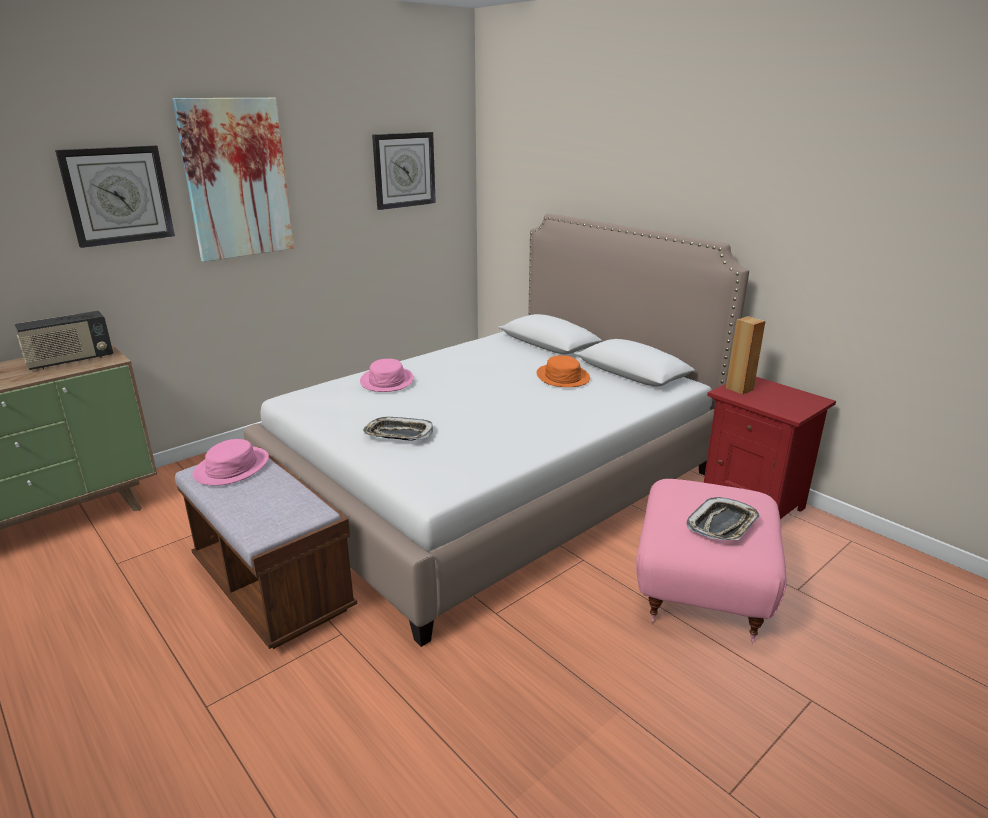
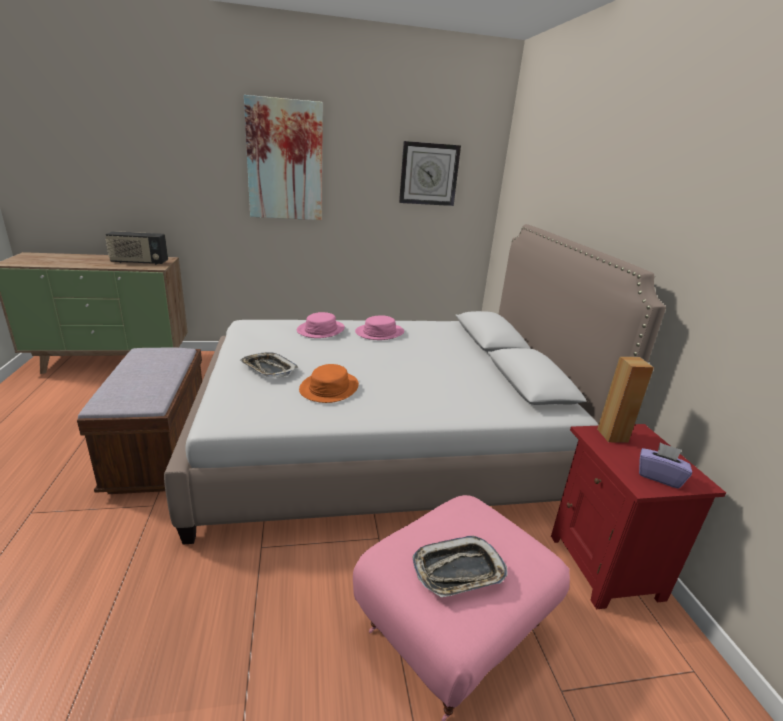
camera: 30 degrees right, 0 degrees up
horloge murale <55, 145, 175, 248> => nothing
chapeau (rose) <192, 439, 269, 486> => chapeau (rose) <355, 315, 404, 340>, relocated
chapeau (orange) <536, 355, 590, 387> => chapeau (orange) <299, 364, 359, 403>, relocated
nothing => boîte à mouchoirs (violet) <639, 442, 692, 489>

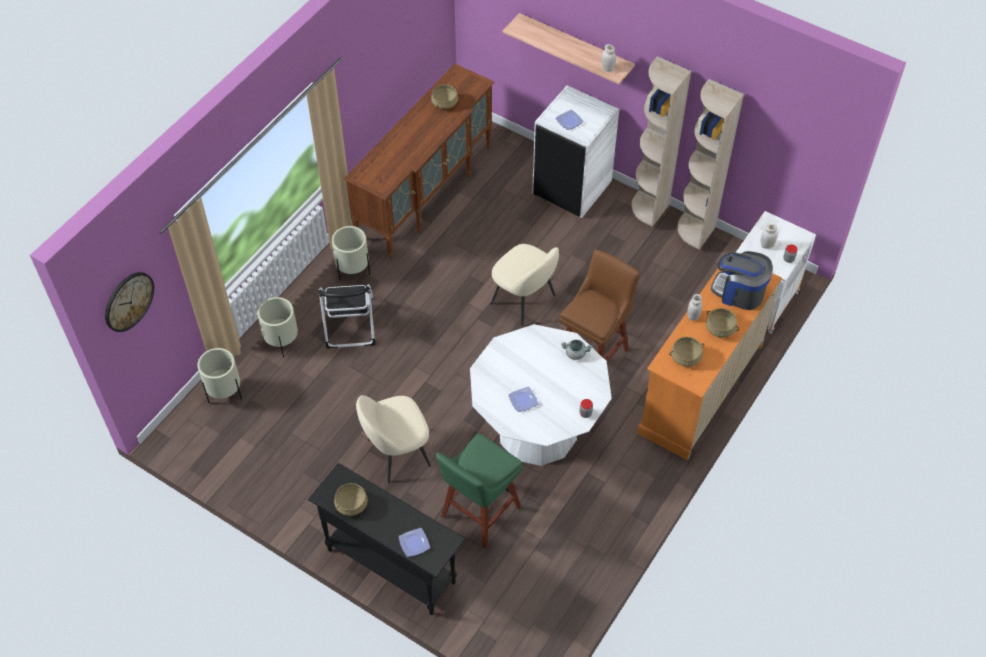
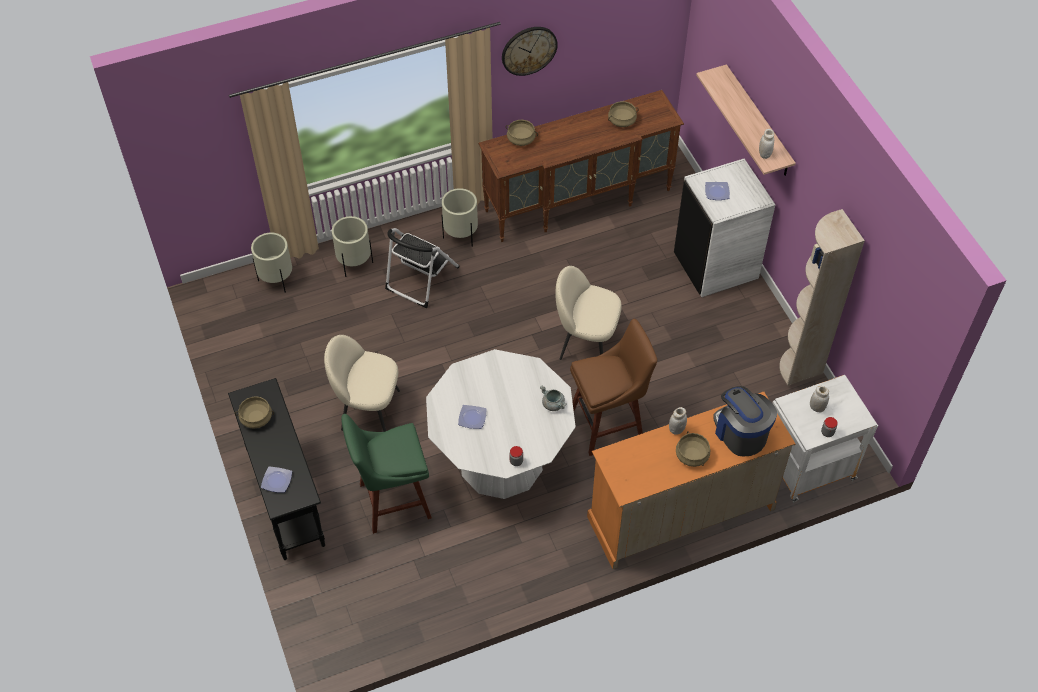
camera: 35 degrees right, 0 degrees up
horloge murale <105, 272, 154, 332> => horloge murale <502, 27, 558, 76>, relocated
chaise (beige) <490, 244, 559, 327> => chaise (beige) <556, 266, 622, 360>, 120 degrees clockwise
bibliothèque (beige) <631, 56, 691, 227> => nothing
marmite (beige) <669, 337, 704, 367> => marmite (beige) <506, 120, 538, 146>, relocated

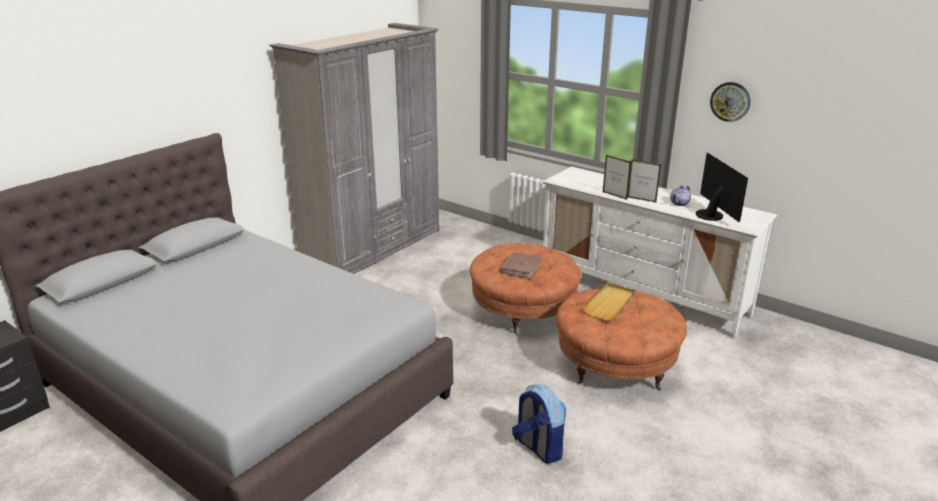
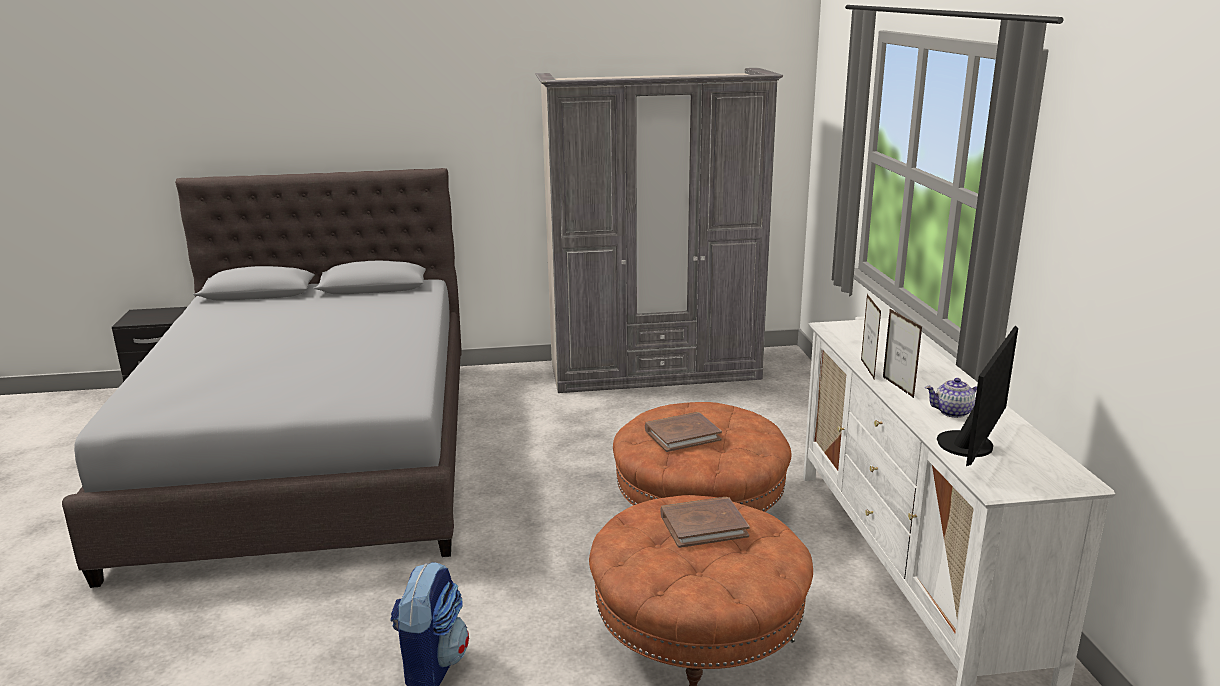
camera: 45 degrees right, 5 degrees down
plateau (beige) <581, 283, 636, 321> => livre (marron) <660, 497, 750, 548>
horloge murale <710, 82, 751, 122> => nothing

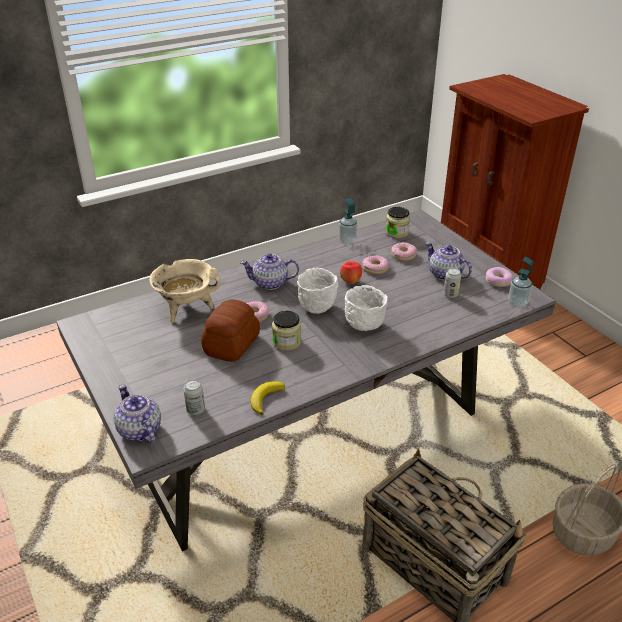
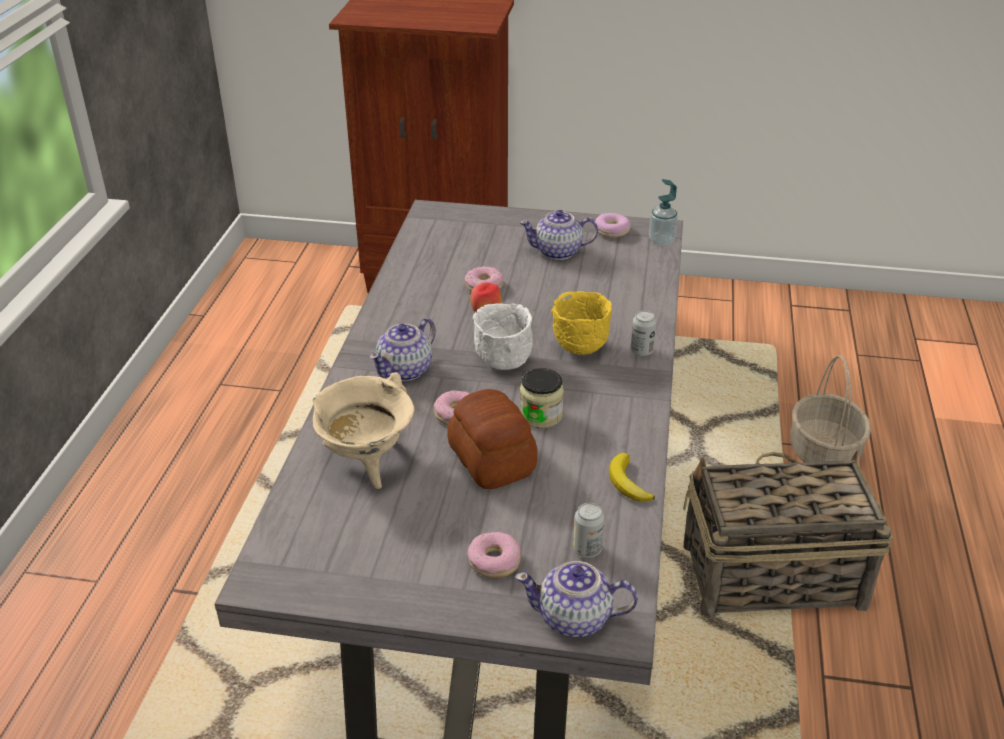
camera: 50 degrees left, 0 degrees up
distributeur de savon <339, 198, 357, 244> => nothing
bol (blanc) <344, 285, 388, 331> => bol (jaune) <551, 291, 612, 355>
bocal <385, 207, 410, 238> => nothing
beignet <391, 242, 417, 261> => beignet <467, 532, 521, 578>, relocated
boîte métallique <443, 268, 461, 298> => boîte métallique <631, 311, 656, 356>, relocated

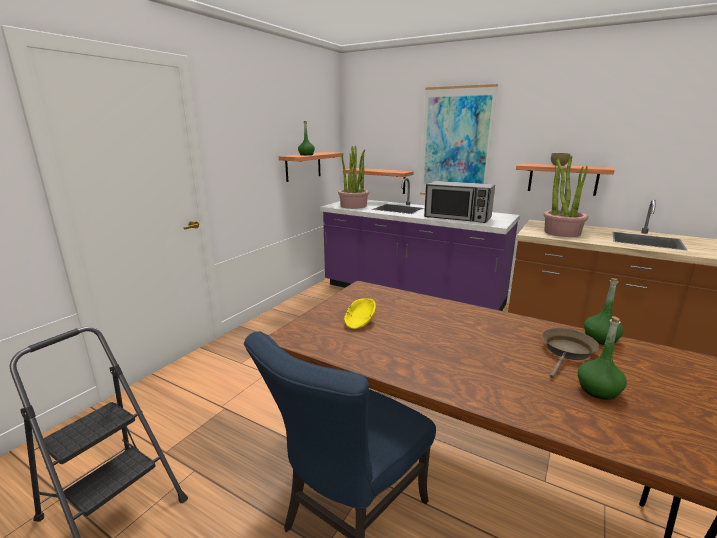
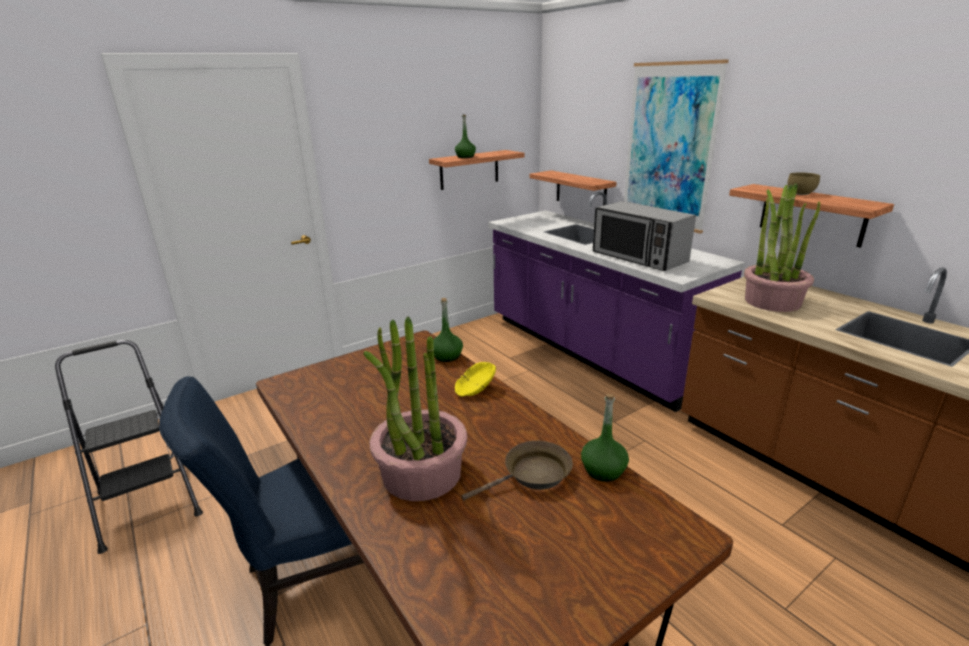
camera: 25 degrees right, 5 degrees up
plante en pot <338, 146, 369, 209> => plante en pot <363, 317, 467, 501>, relocated
bol (jaune) <344, 298, 376, 329> => bol (jaune) <455, 362, 496, 397>, relocated
bouteille (vert) <578, 316, 627, 400> => bouteille (vert) <433, 298, 463, 362>, relocated

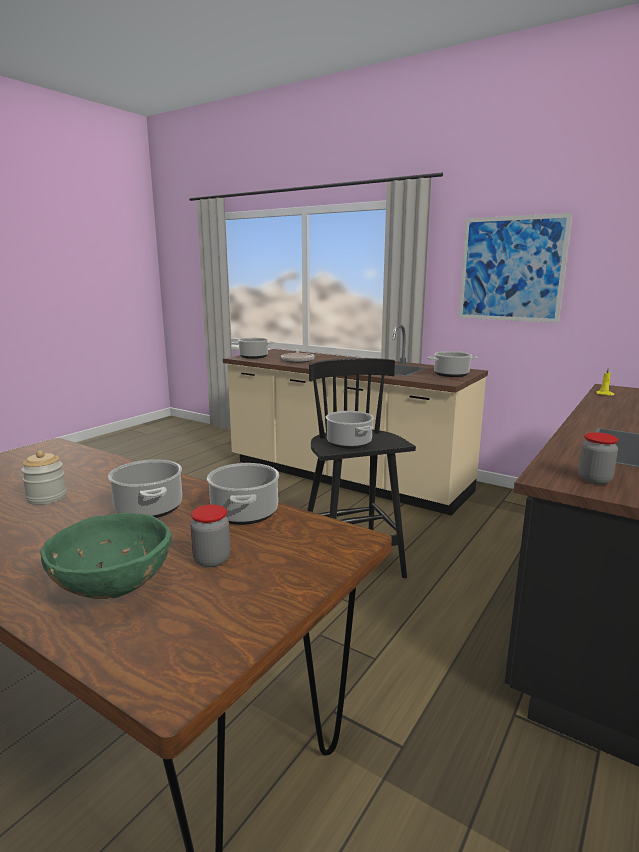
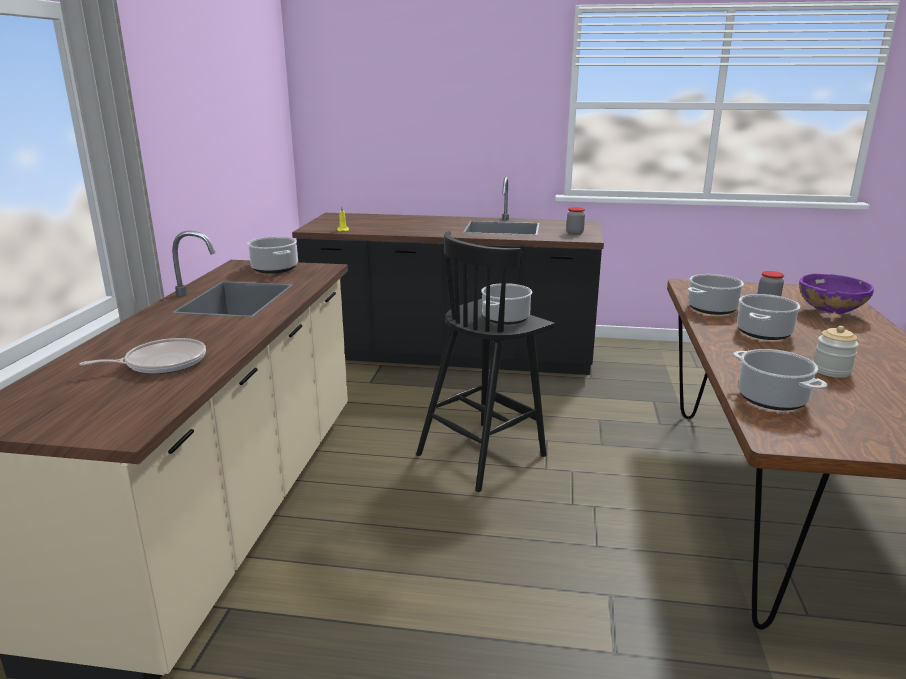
camera: 115 degrees left, 5 degrees up
bol (vert) <40, 513, 172, 599> => bol (violet) <799, 273, 874, 314>
marmite <232, 338, 275, 359> => marmite <733, 349, 827, 410>, relocated
tableau <459, 213, 572, 323> => nothing

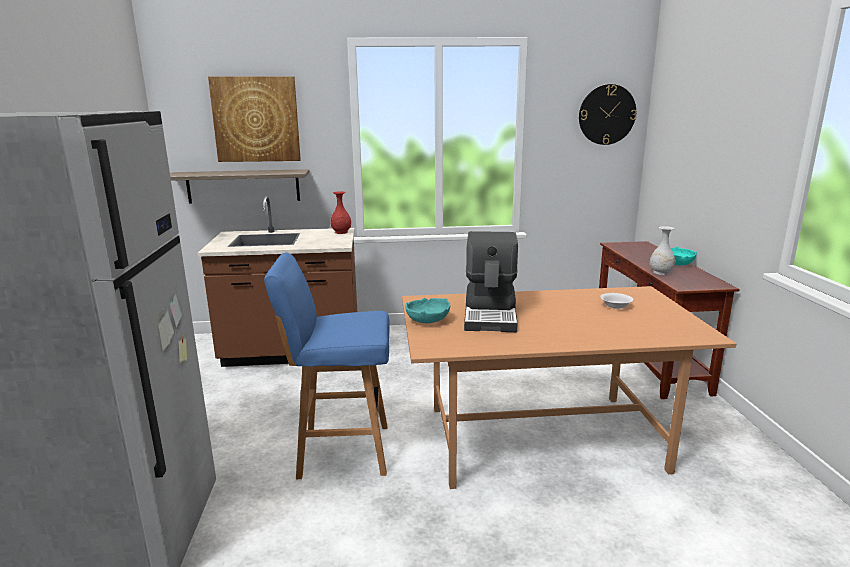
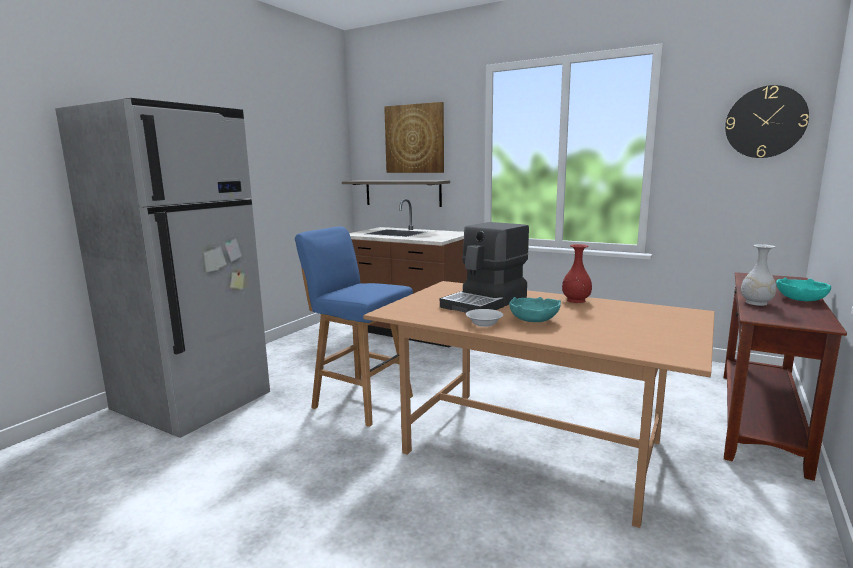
camera: 35 degrees right, 5 degrees down
vase (rouge) <330, 191, 351, 234> => vase (rouge) <562, 244, 592, 303>, relocated
bol (turquoise) <406, 298, 451, 323> => bol (turquoise) <509, 297, 561, 322>, relocated
bol (blanc) <600, 293, 633, 309> => bol (blanc) <466, 309, 503, 327>, relocated

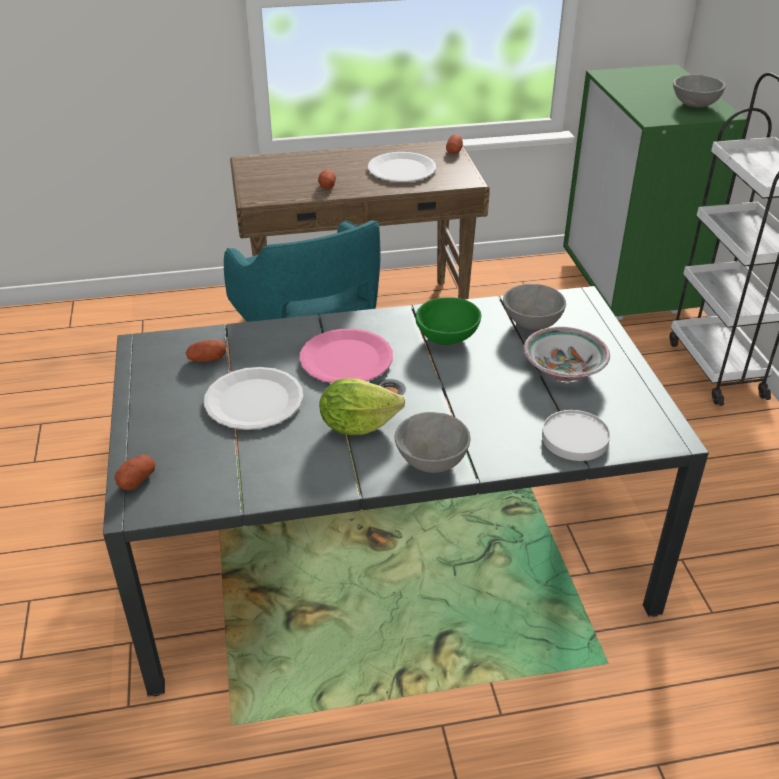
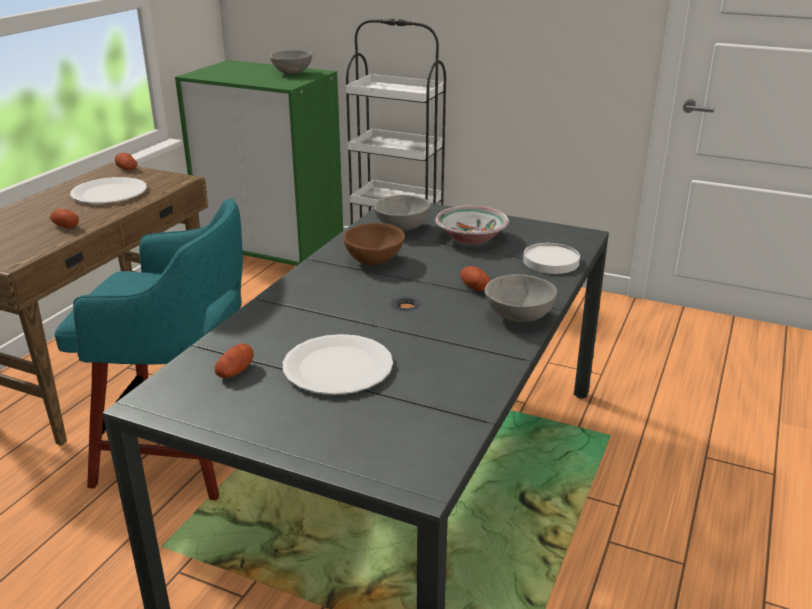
camera: 55 degrees left, 10 degrees down
pomme de terre <114, 455, 155, 490> => pomme de terre <460, 266, 490, 291>, relocated
assiette (rose) <300, 329, 393, 383> => nothing
laitue <319, 378, 405, 435> => nothing
bol (vert) <415, 297, 481, 345> => bol (marron) <344, 223, 405, 265>

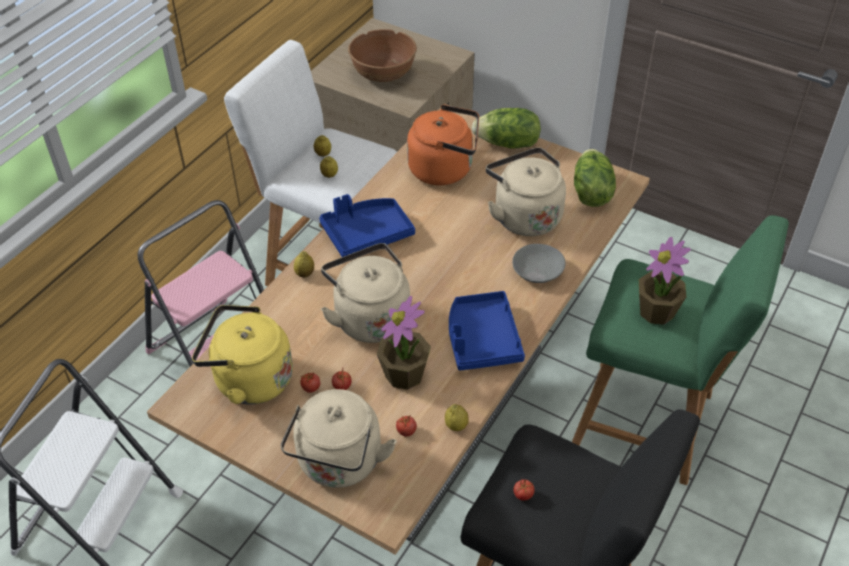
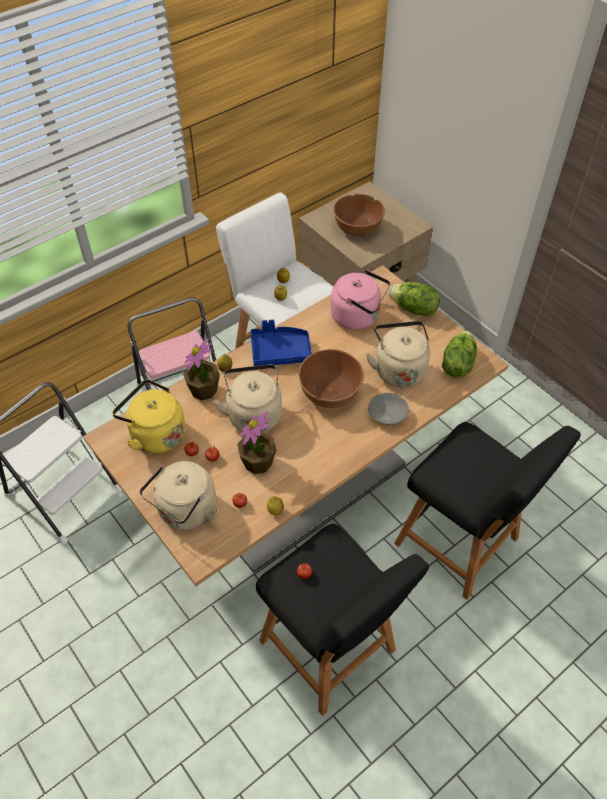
camera: 20 degrees right, 5 degrees up
bouilloire (orange) <407, 105, 479, 186> => bouilloire (rose) <331, 270, 390, 330>
plateau (bleu) <449, 291, 525, 370> => nothing
tabouret (vert) <572, 215, 789, 485> => tabouret (noir) <394, 422, 581, 600>
plante en pot <639, 237, 691, 325> => plante en pot <183, 338, 220, 400>, relocated
nothing => bol (marron) <298, 349, 364, 408>

